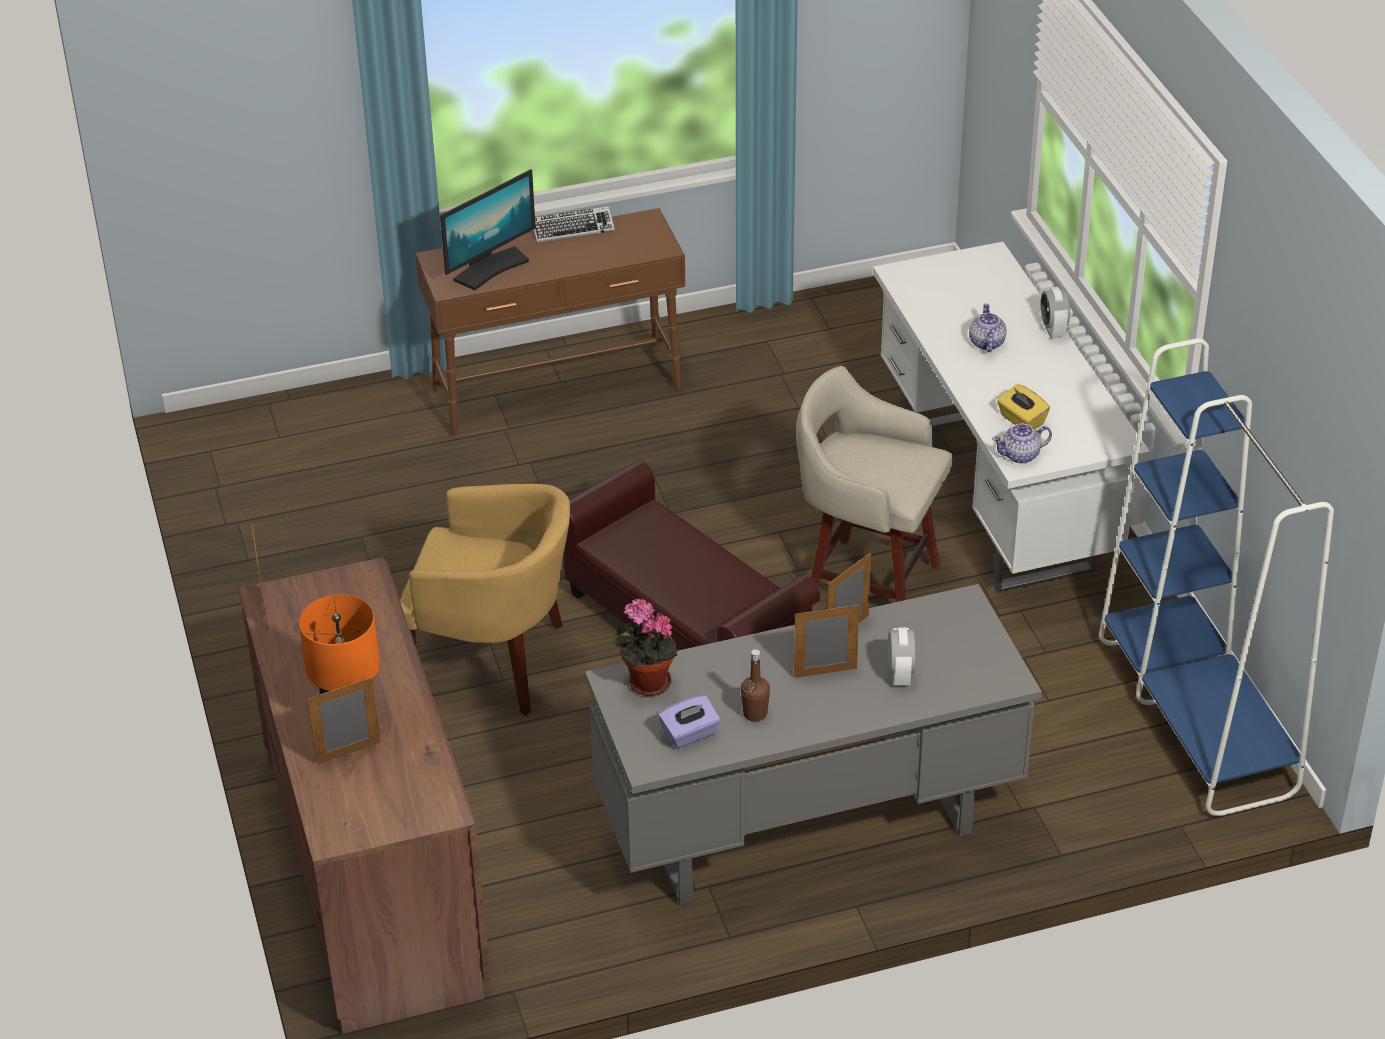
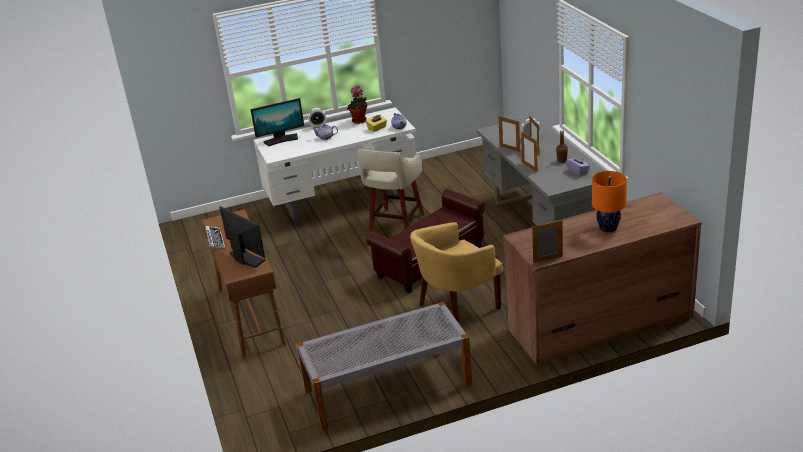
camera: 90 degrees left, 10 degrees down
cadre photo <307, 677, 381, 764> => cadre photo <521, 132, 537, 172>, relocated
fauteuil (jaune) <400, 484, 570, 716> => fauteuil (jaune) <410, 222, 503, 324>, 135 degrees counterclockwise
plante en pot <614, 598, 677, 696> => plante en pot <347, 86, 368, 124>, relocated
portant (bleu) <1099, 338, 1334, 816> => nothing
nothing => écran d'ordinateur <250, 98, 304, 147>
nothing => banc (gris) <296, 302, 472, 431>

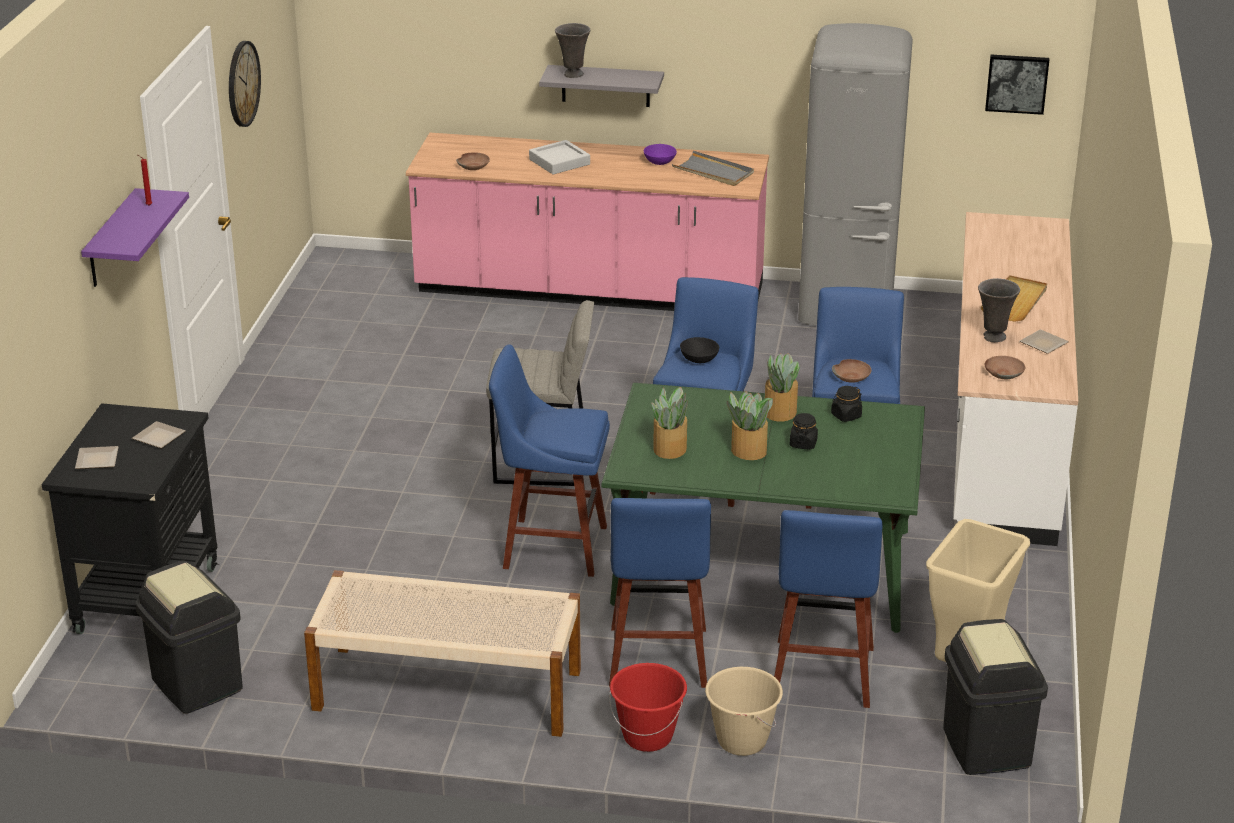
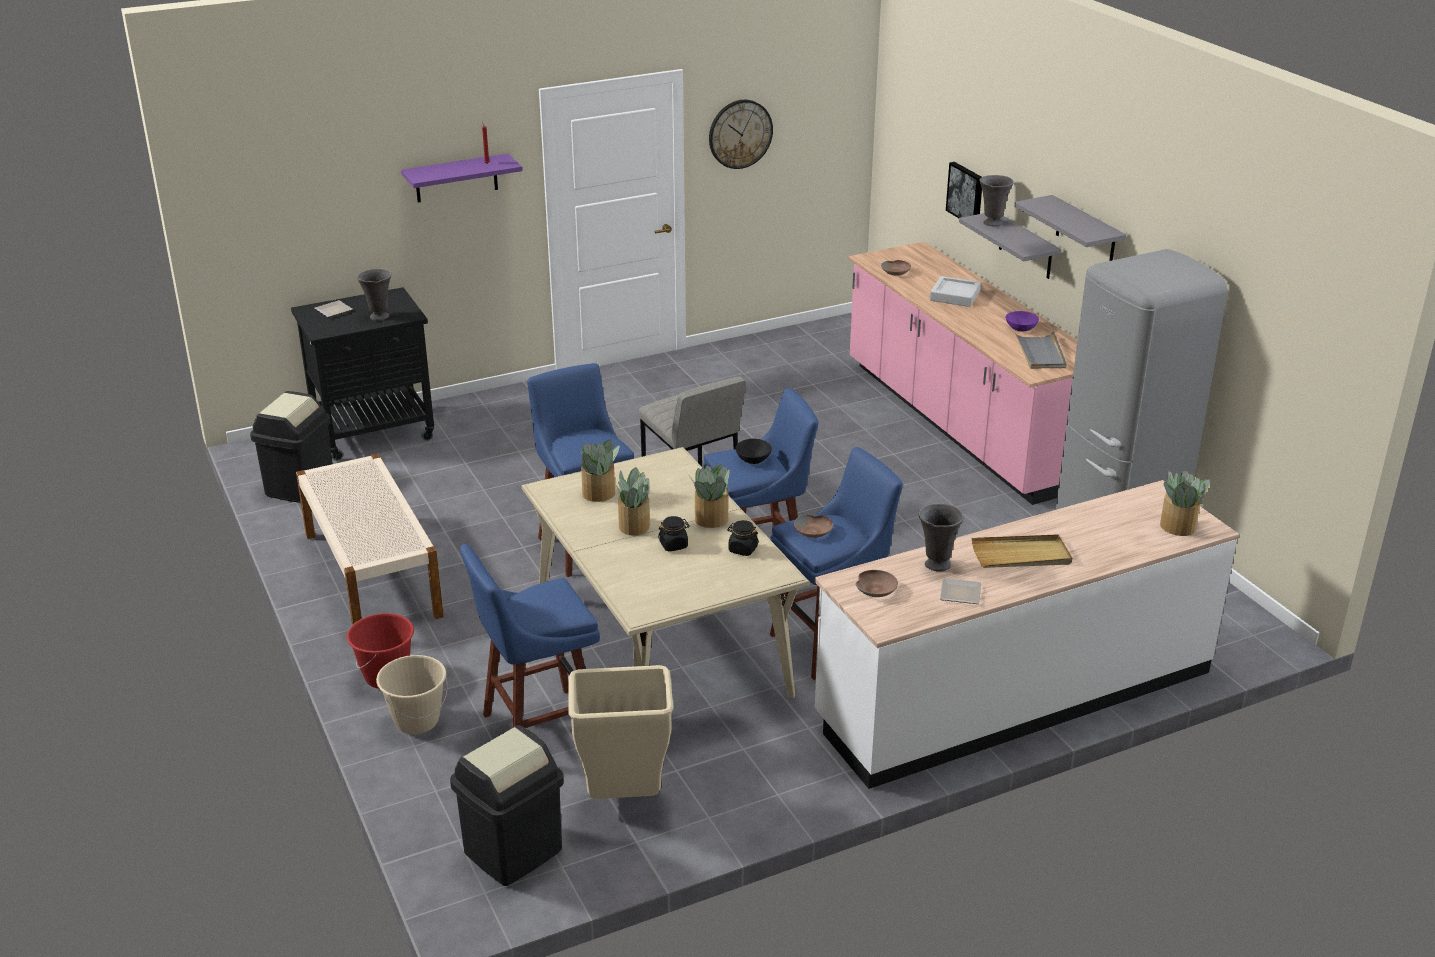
camera: 55 degrees right, 0 degrees up
assiette <132, 421, 186, 448> => vase (gris) <357, 268, 391, 321>
table à manger (vert) <602, 383, 925, 633> => table à manger (beige) <522, 447, 809, 698>
tabouret (bleu) <609, 498, 711, 688> => nothing
tableau <985, 55, 1049, 115> => tableau <946, 162, 982, 218>, relocated
nothing => étagère (gris) <1014, 195, 1126, 261>
nothing => plante en pot <1160, 471, 1210, 536>

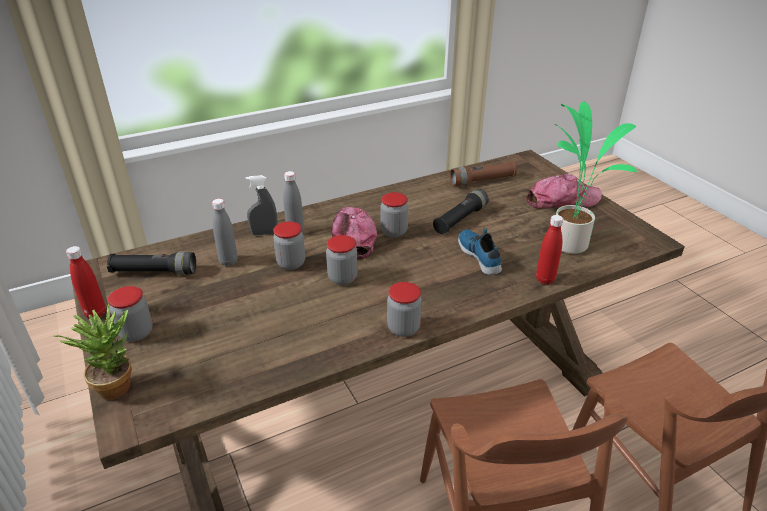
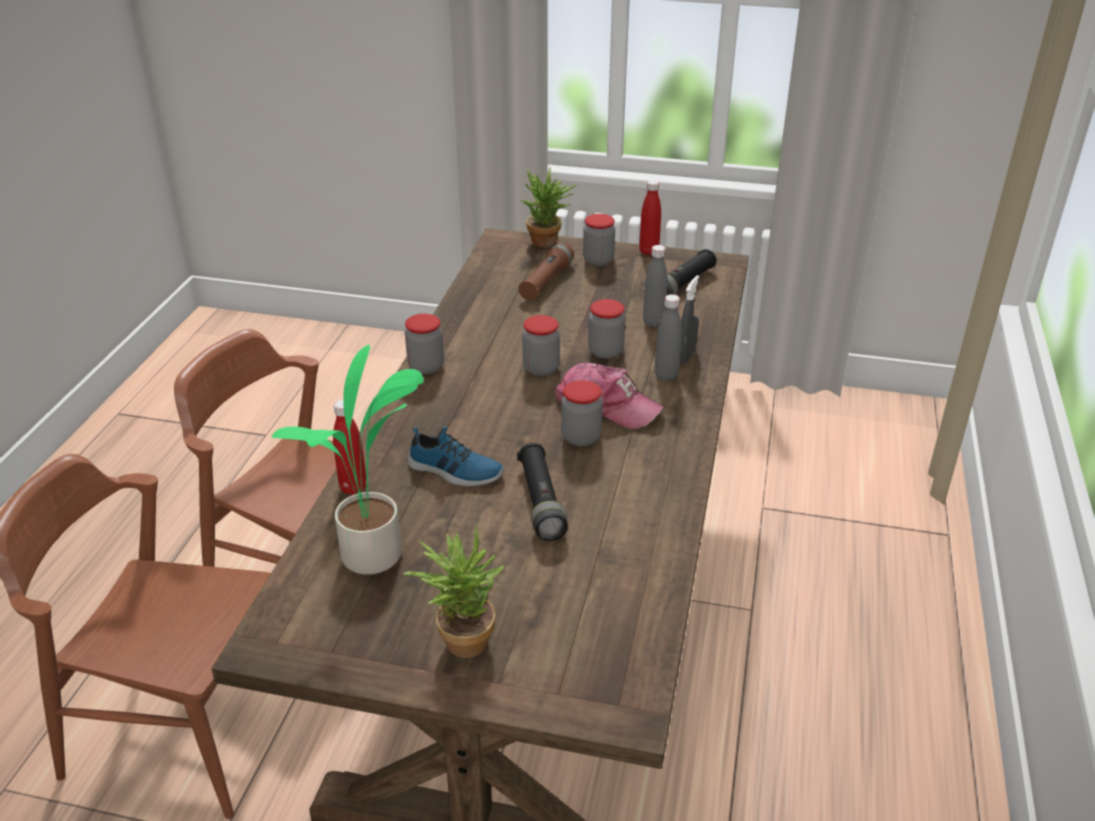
camera: 130 degrees right, 0 degrees up
lampe de poche (marron) <450, 161, 517, 186> => lampe de poche (marron) <518, 242, 574, 300>, relocated
casquette <526, 173, 602, 208> => plante en pot <403, 525, 504, 658>

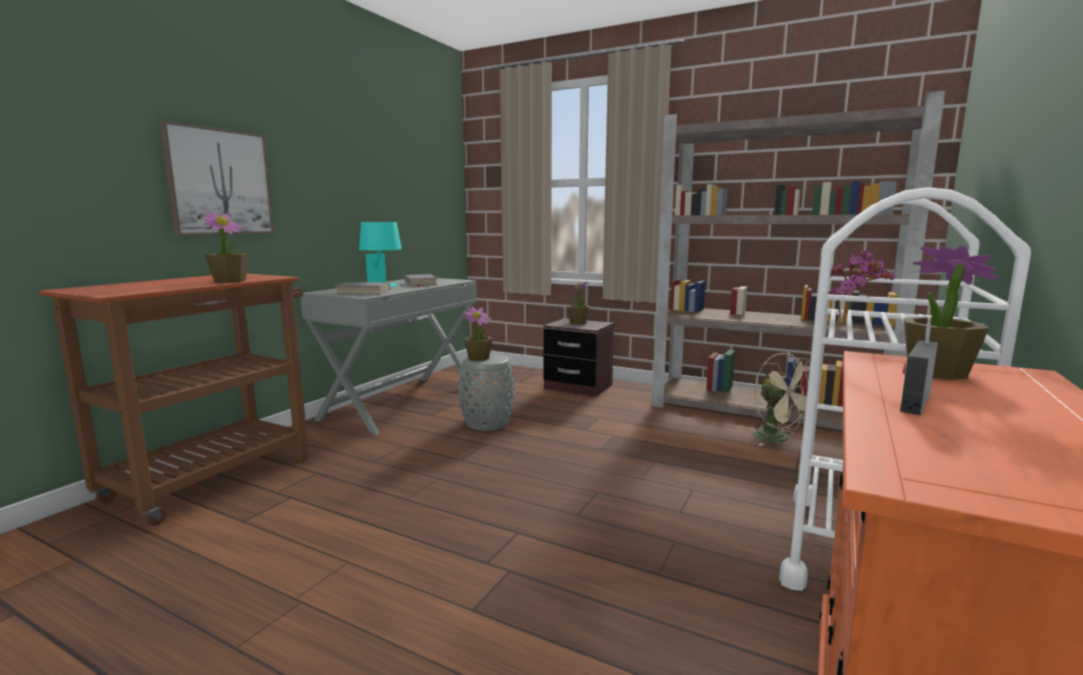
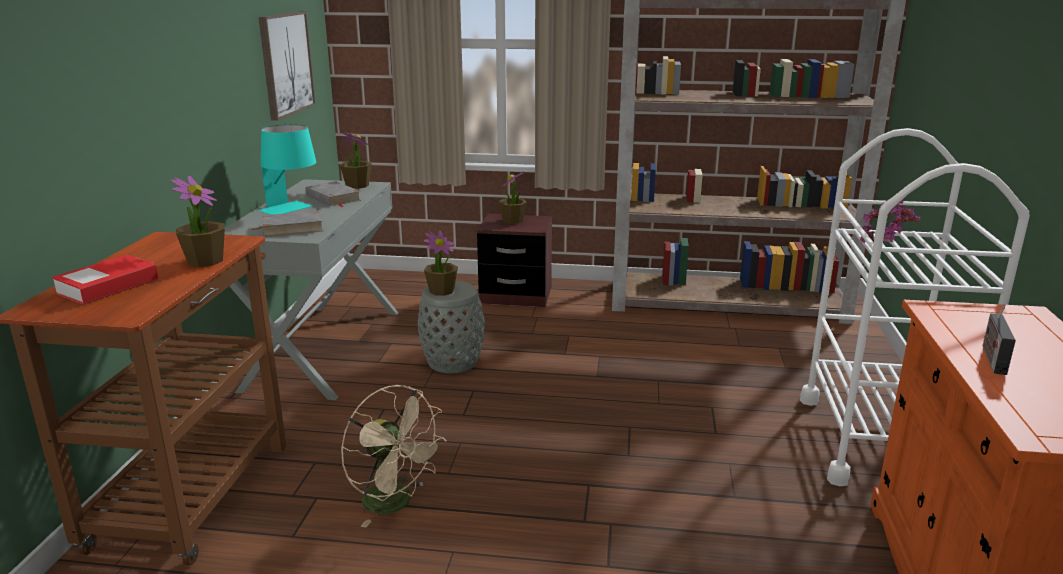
camera: 20 degrees left, 10 degrees up
tableau <159, 120, 275, 235> => tableau <259, 12, 316, 121>, relocated
ventilateur (beige) <753, 353, 820, 446> => ventilateur (beige) <341, 385, 446, 528>, relocated
plante en pot <904, 246, 999, 380> => plante en pot <340, 132, 372, 189>, relocated
nothing => livre <52, 255, 158, 304>

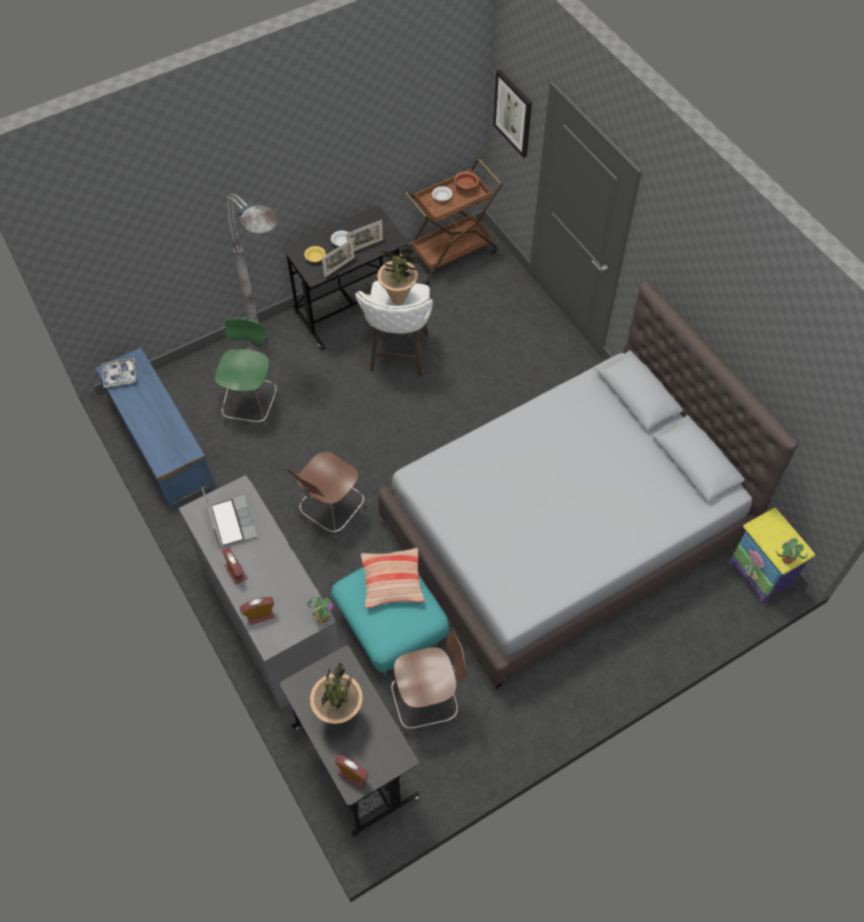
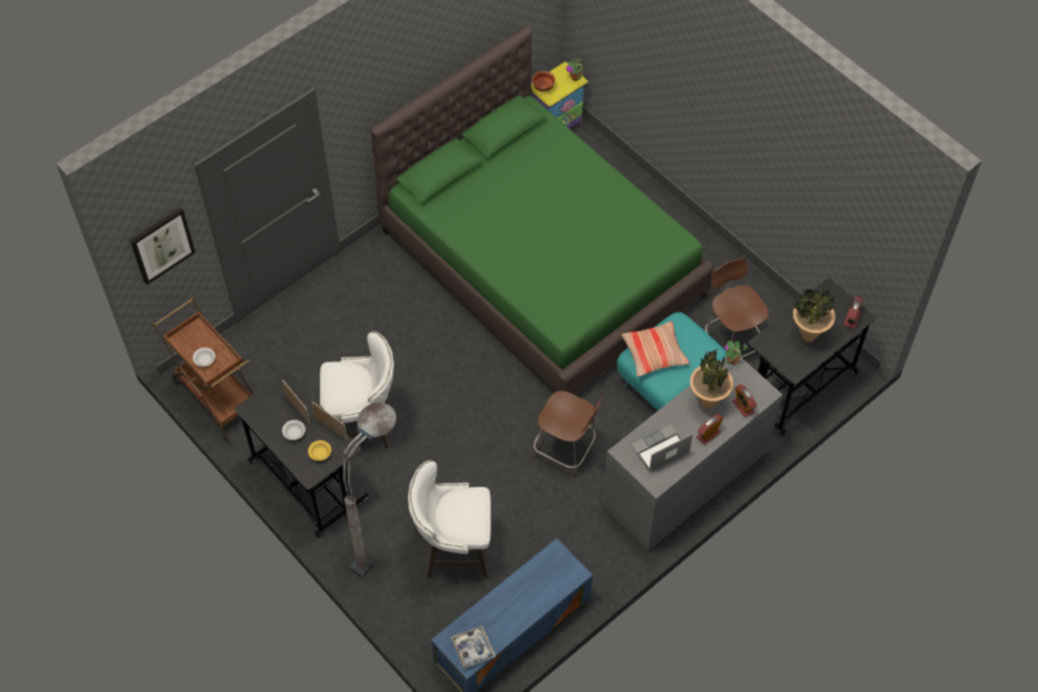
camera: 100 degrees left, 0 degrees up
chaise (vert) <215, 318, 278, 430> => tabouret (blanc) <408, 460, 491, 578>
plante en pot <377, 249, 418, 305> => plante en pot <690, 348, 733, 409>, relocated
lit (gris) <378, 282, 798, 689> => lit (vert) <370, 26, 714, 395>
bol <454, 172, 478, 192> => bol <532, 71, 555, 92>, relocated

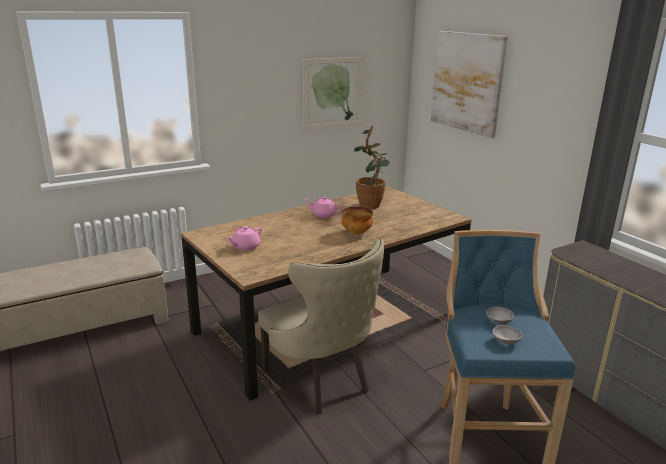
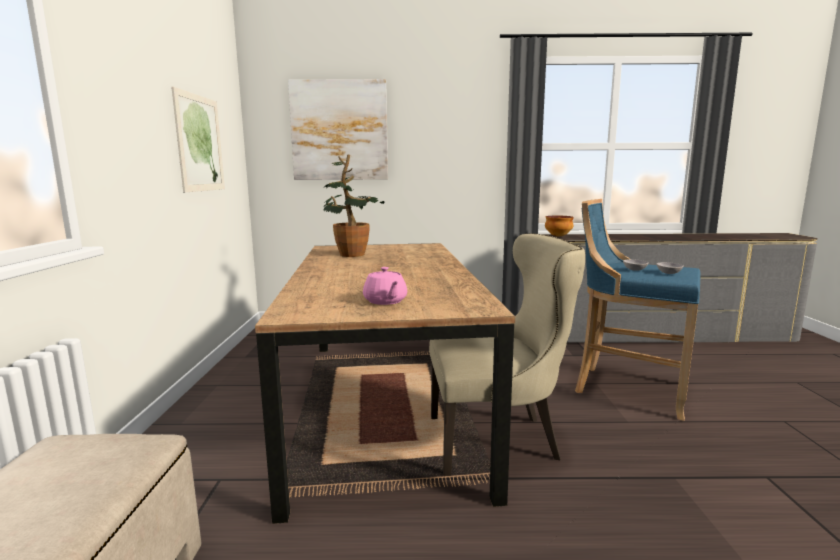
camera: 60 degrees left, 10 degrees down
théière (rose) <306, 197, 342, 218> => nothing
bol <341, 207, 373, 234> => bol <545, 216, 574, 237>, relocated

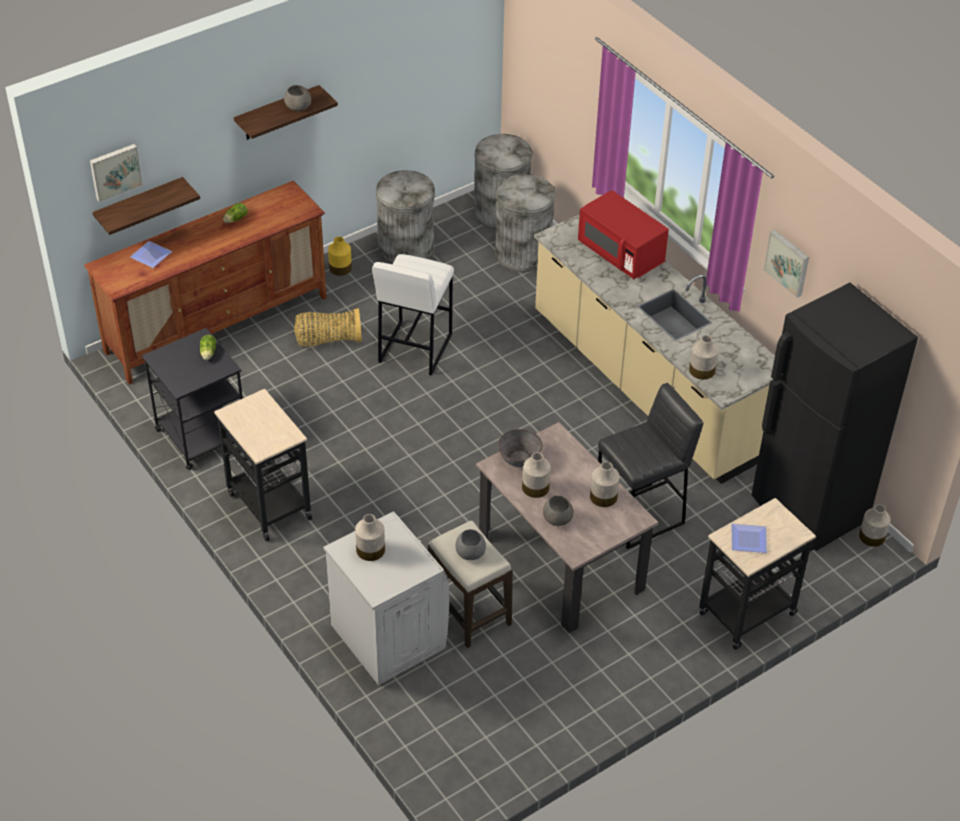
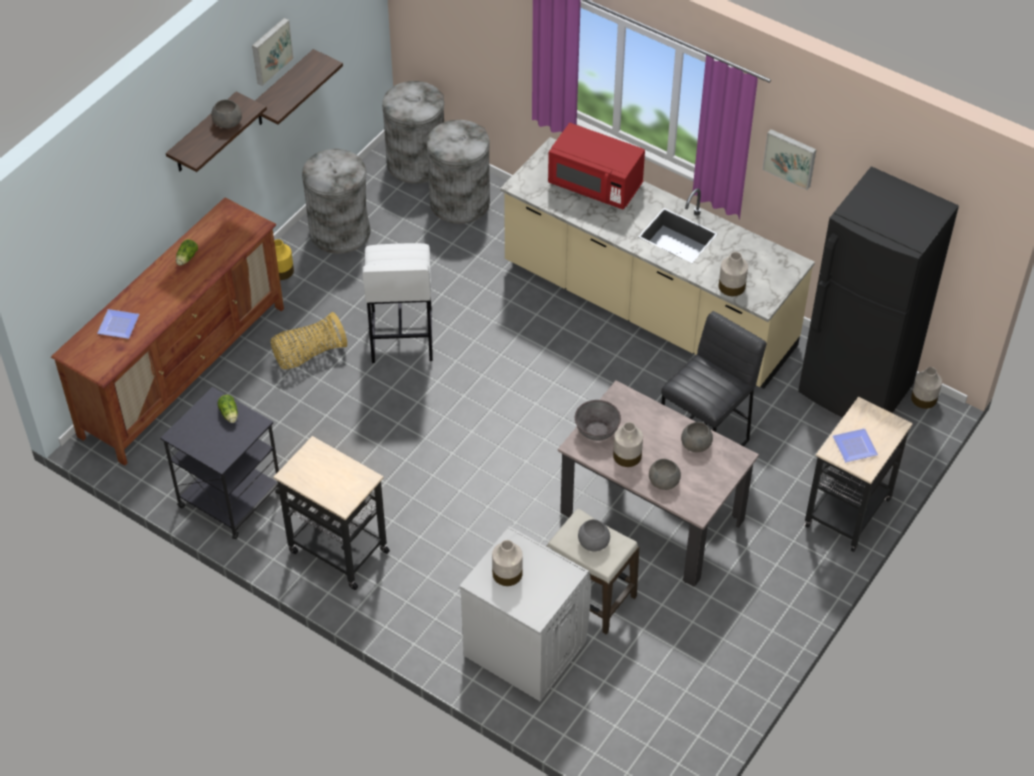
camera: 20 degrees left, 5 degrees up
tableau <90, 144, 143, 202> => tableau <252, 18, 294, 86>, relocated
étagère <92, 177, 200, 235> => étagère <255, 49, 343, 125>, relocated
vase (beige) <590, 462, 620, 507> => bol (gris) <681, 422, 713, 452>

